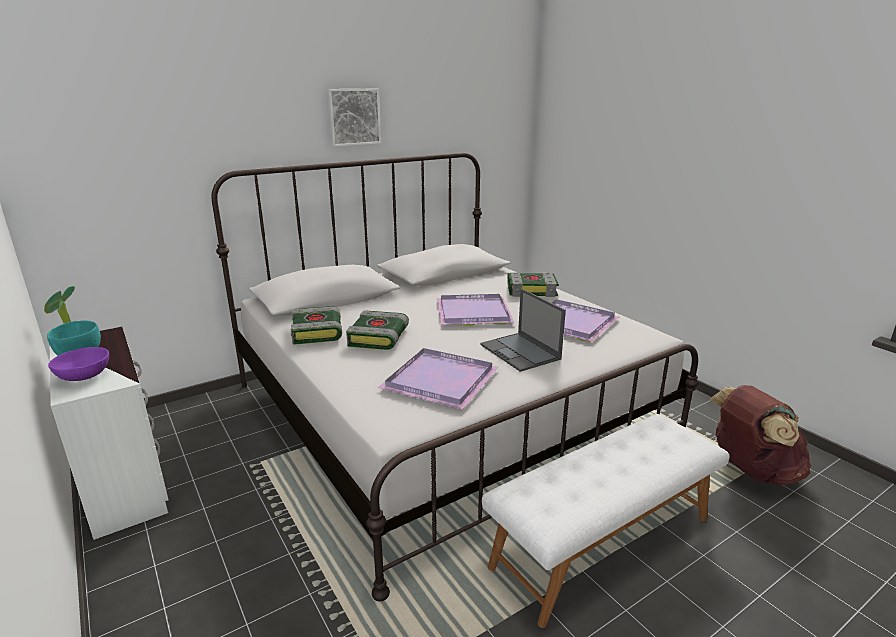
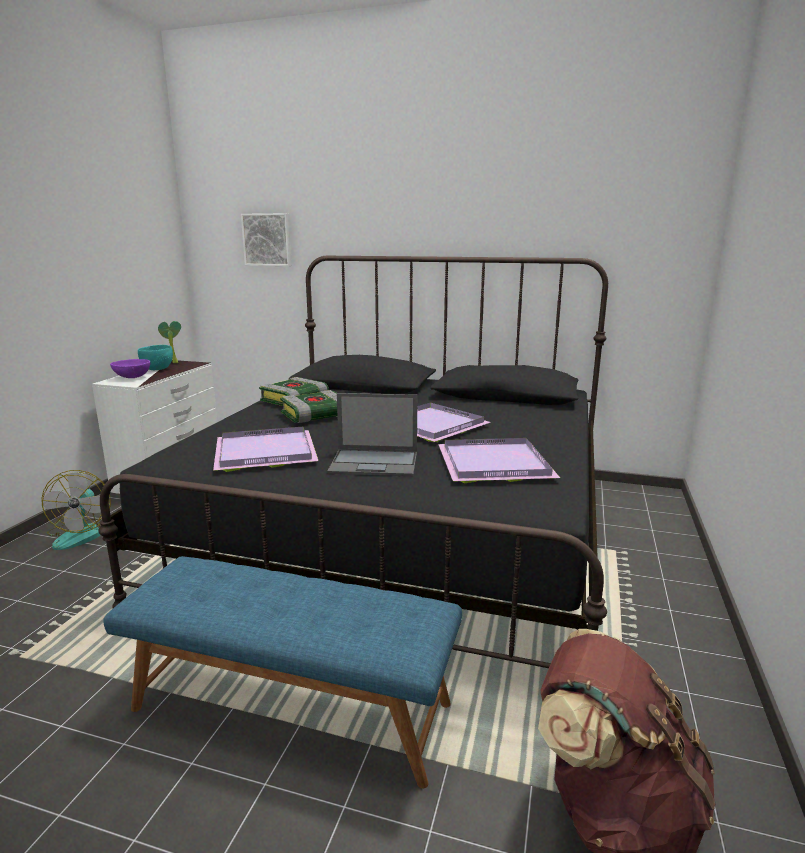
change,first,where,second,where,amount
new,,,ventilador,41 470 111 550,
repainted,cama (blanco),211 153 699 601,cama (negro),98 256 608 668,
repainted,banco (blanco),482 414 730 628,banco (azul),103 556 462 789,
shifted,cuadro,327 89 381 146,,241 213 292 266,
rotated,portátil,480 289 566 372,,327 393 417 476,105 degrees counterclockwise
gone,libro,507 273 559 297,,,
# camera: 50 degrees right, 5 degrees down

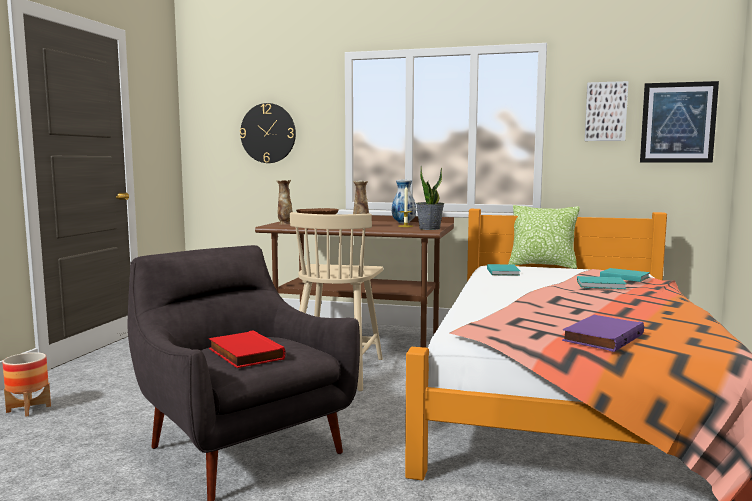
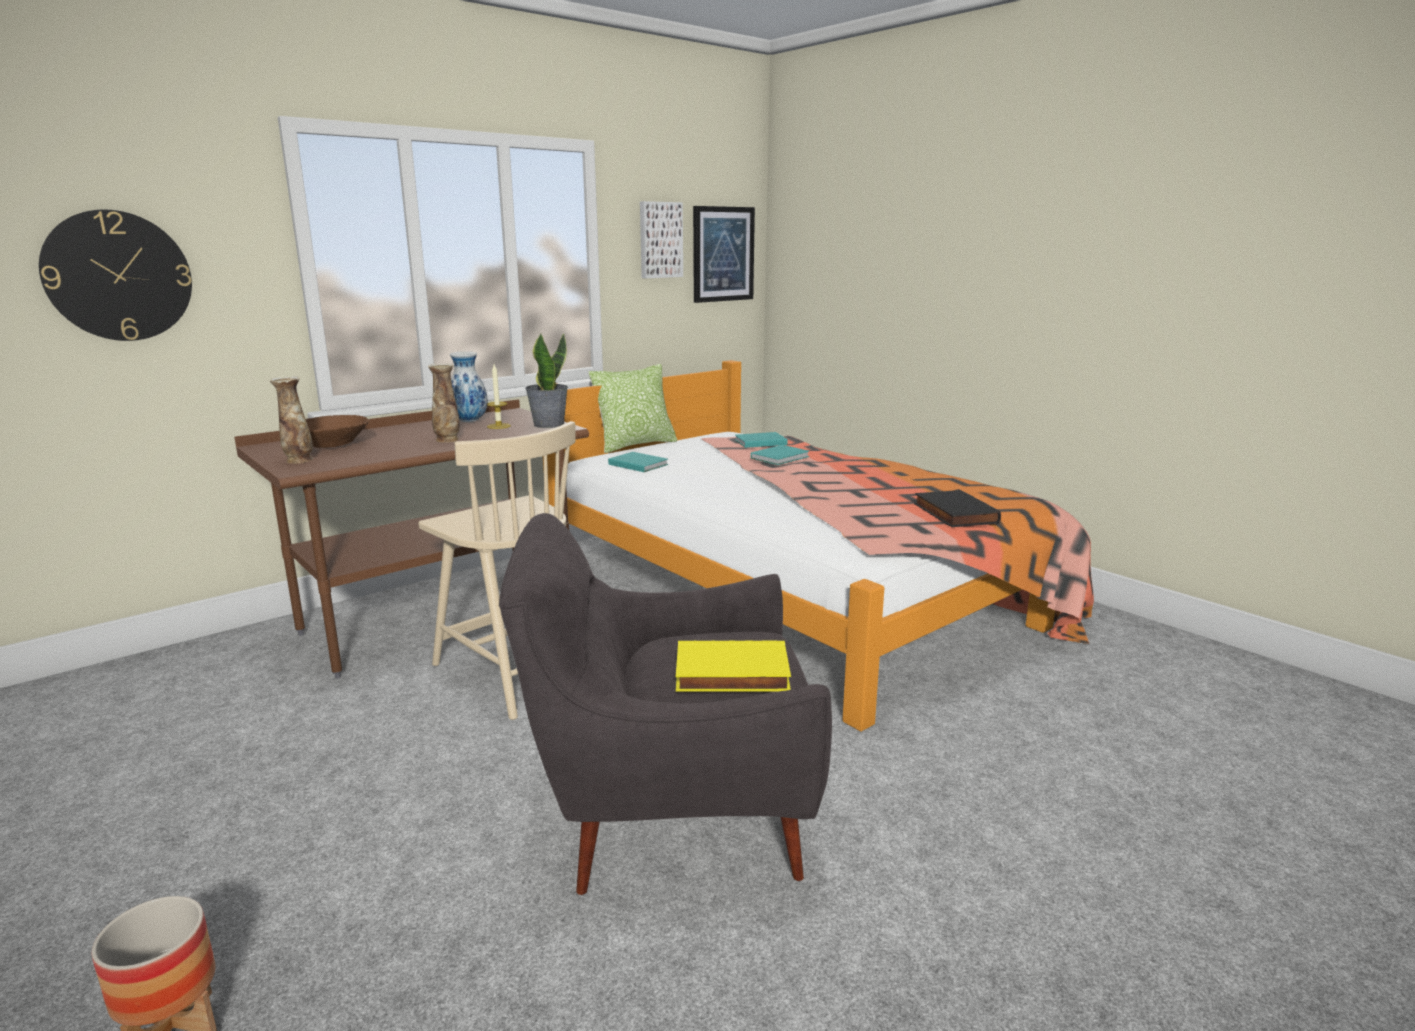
change,first,where,second,where,amount
repainted,libro (rojo),209 330 286 368,libro (amarillo),676 641 791 692,
repainted,libro (morado),562 315 644 352,libro (negro),914 489 1001 527,
# camera: 55 degrees left, 10 degrees up

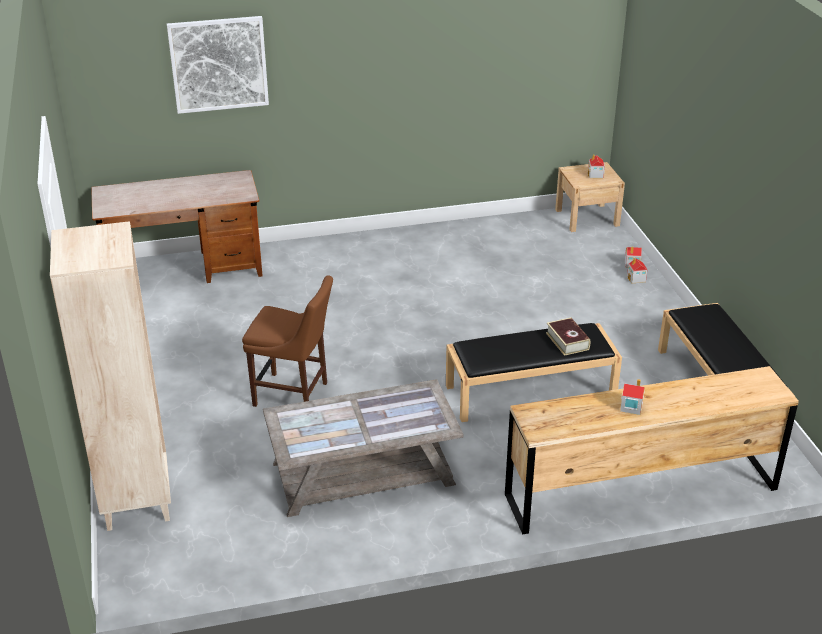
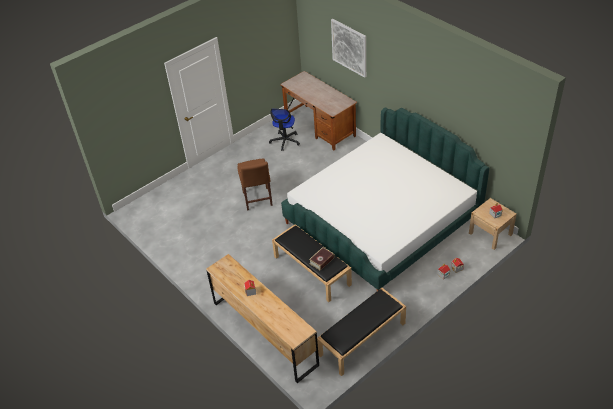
change,first,where,second,where,amount
new,,,silla de oficina,269 109 300 151,
new,,,cama,281 108 489 291,
gone,estantería (beis),50 221 171 531,,,
gone,mesa de centro,263 379 464 517,,,
# camera: 65 degrees right, 10 degrees up

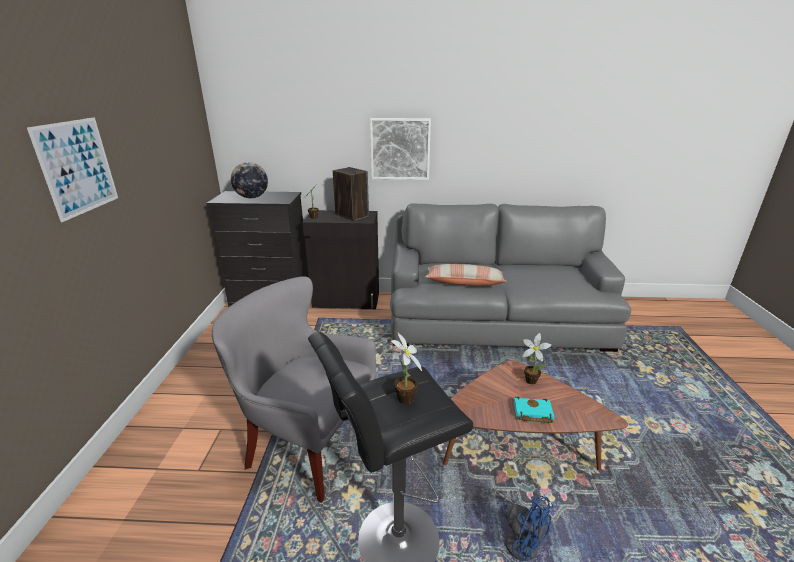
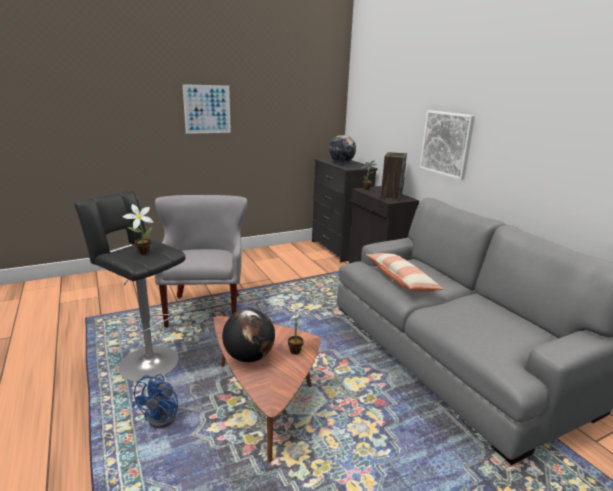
change,first,where,second,where,amount
swapped,libro (turquesa),514 397 554 423,globo terráqueo,222 308 275 362,
# camera: 60 degrees right, 5 degrees down

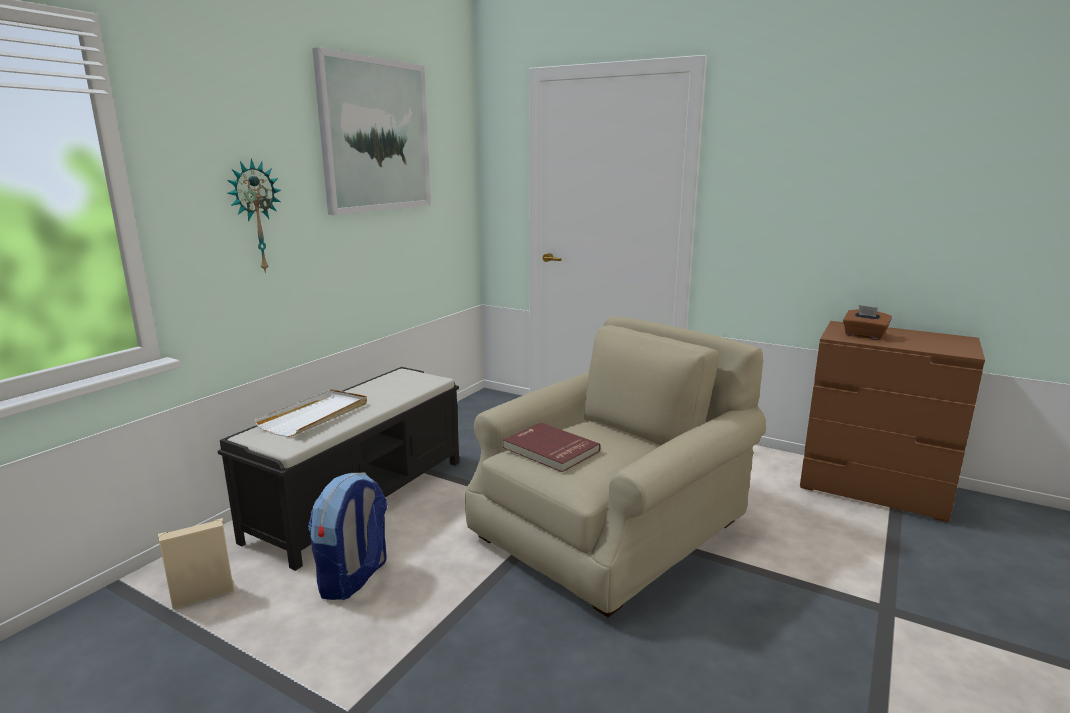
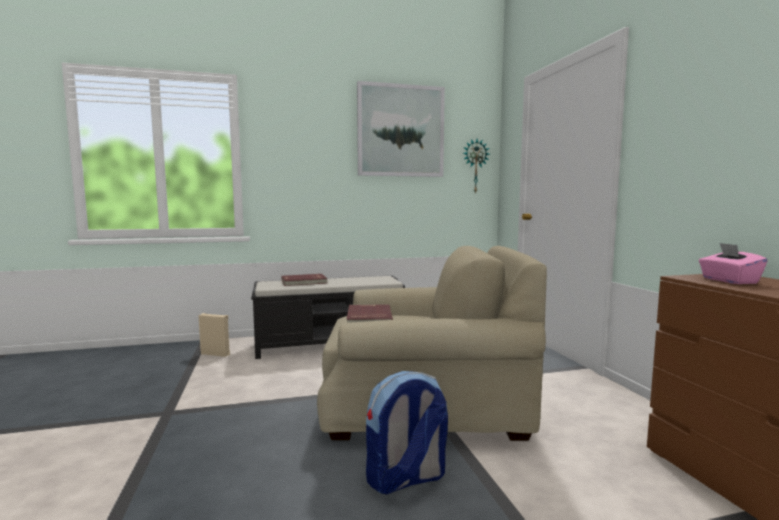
change,first,where,second,where,amount
swapped,bandeja (blanco),254 389 367 437,libro (rojo),281 274 328 286,
shifted,mochila,308 473 387 600,,366 371 448 494,
shifted,reloj de pared,227 158 281 273,,463 139 489 194,
repainted,caja de pañuelos (marrón),843 305 892 340,caja de pañuelos (rosa),699 243 768 284,
# camera: 45 degrees right, 10 degrees down

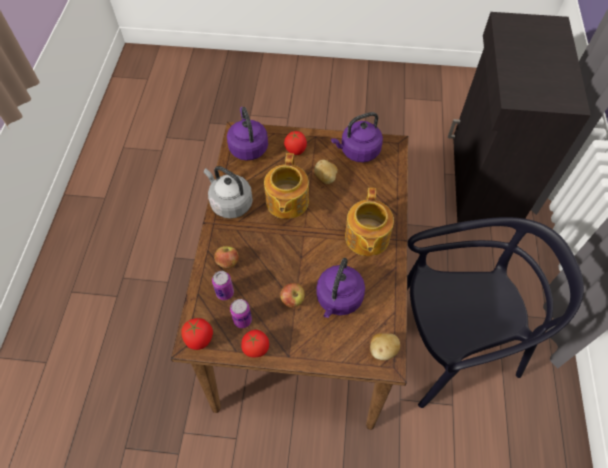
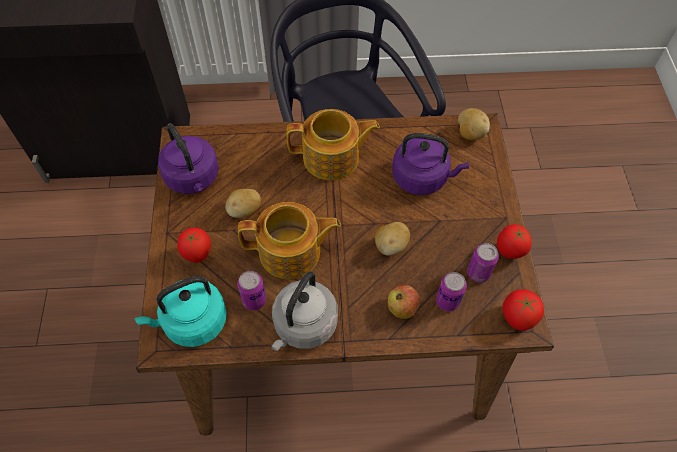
change,first,where,second,where,amount
repainted,hervidor (morado),227 107 268 161,hervidor (turquesa),134 276 227 347,
new,,,lata,237 271 266 310,
new,,,patata,375 222 410 256,
gone,manzana,280 283 305 308,,,
# camera: 100 degrees left, 0 degrees up

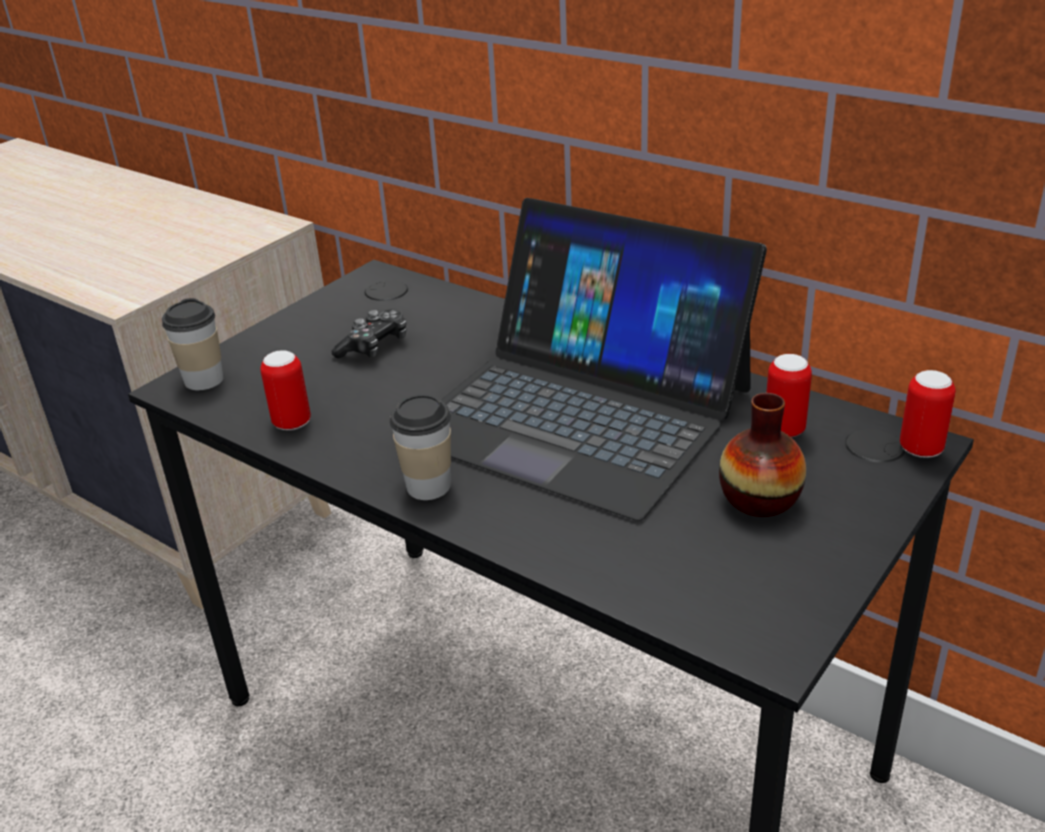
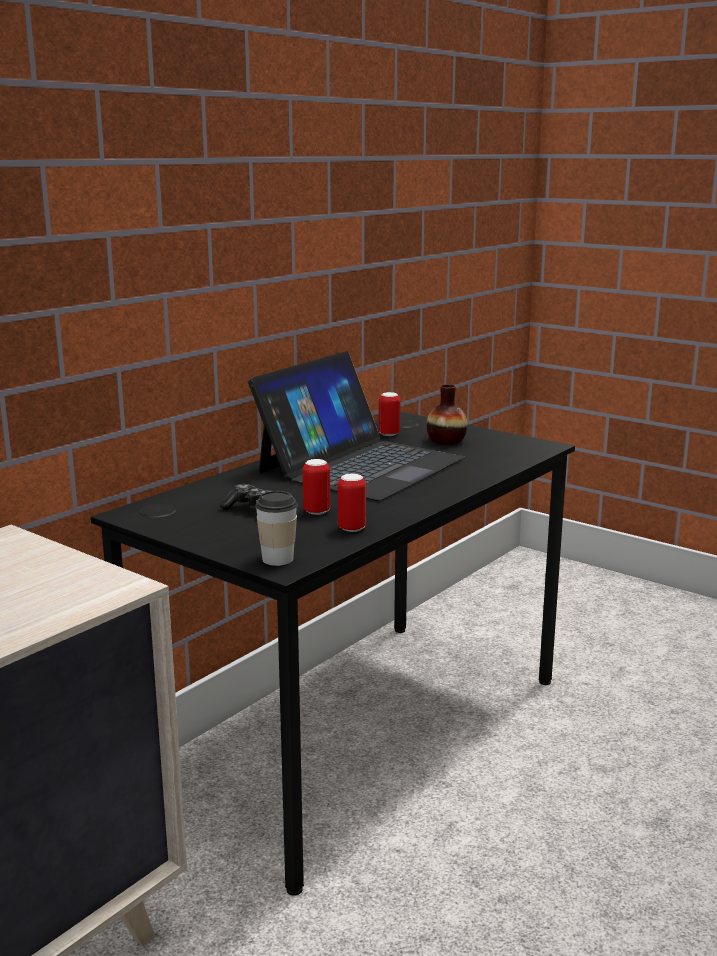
change,first,where,second,where,amount
shifted,lata,900 370 956 458,,303 459 330 515,
gone,taza,389 394 451 500,,,
# camera: 90 degrees left, 15 degrees down

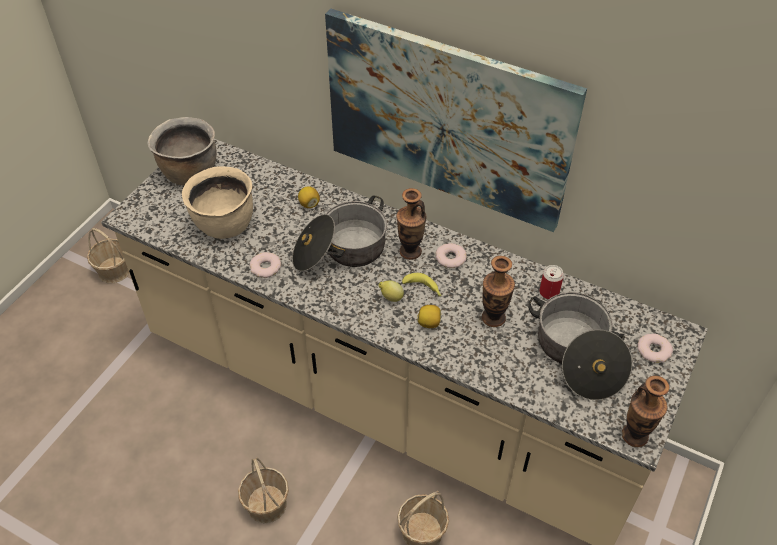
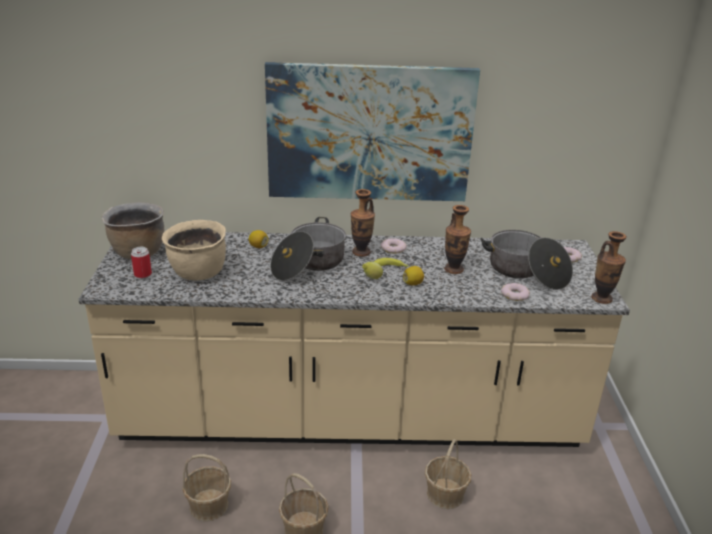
change,first,where,second,where,amount
shifted,lata,539 265 564 299,,131 247 152 278,
shifted,cesta,87 228 130 283,,182 454 231 521,
shifted,rosquilla,249 252 281 278,,501 283 530 301,
# camera: 30 degrees left, 20 degrees down

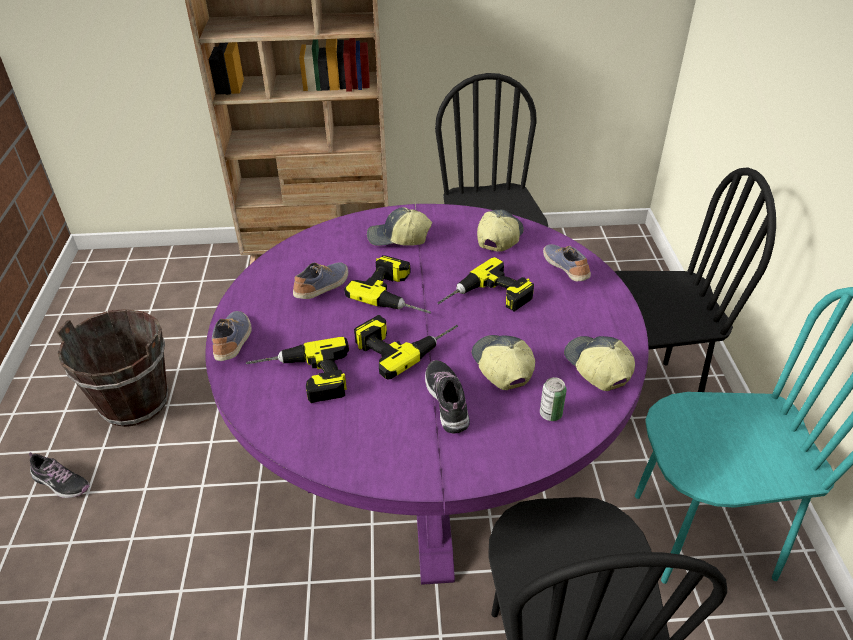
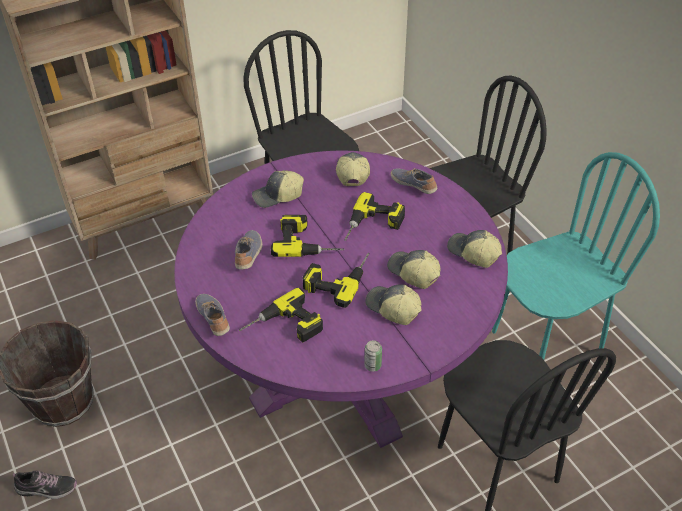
change,first,where,second,where,amount
shifted,lata,540 377 567 421,,364 340 382 372,
swapped,zapato,425 360 470 434,gorra,365 284 422 325,
# camera: 25 degrees left, 5 degrees up

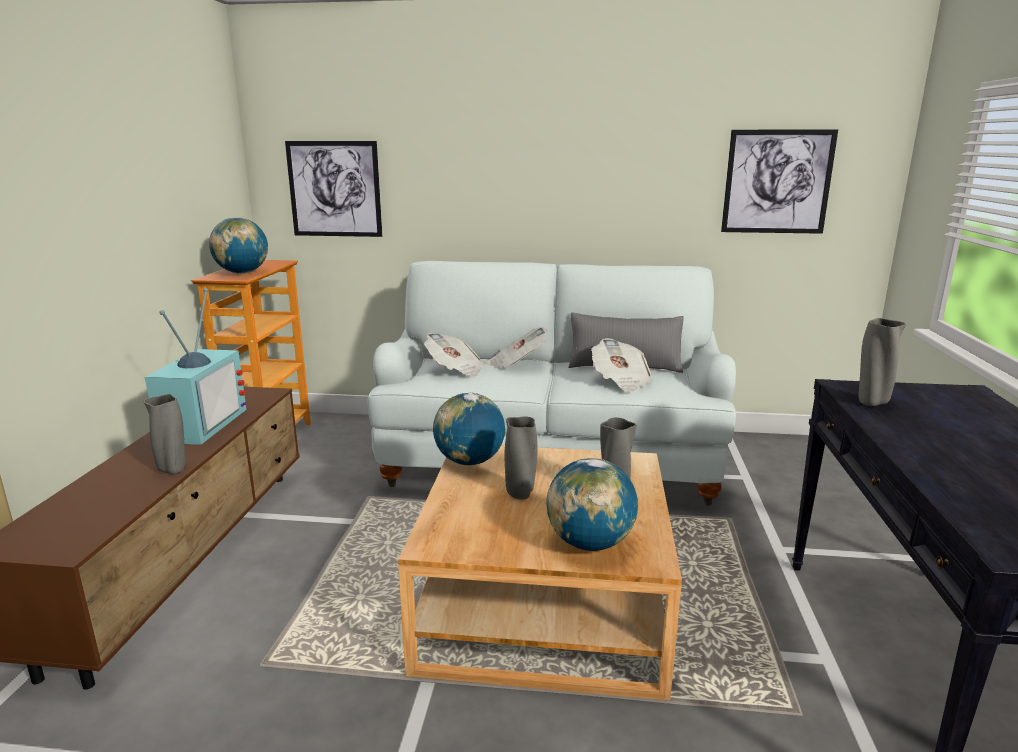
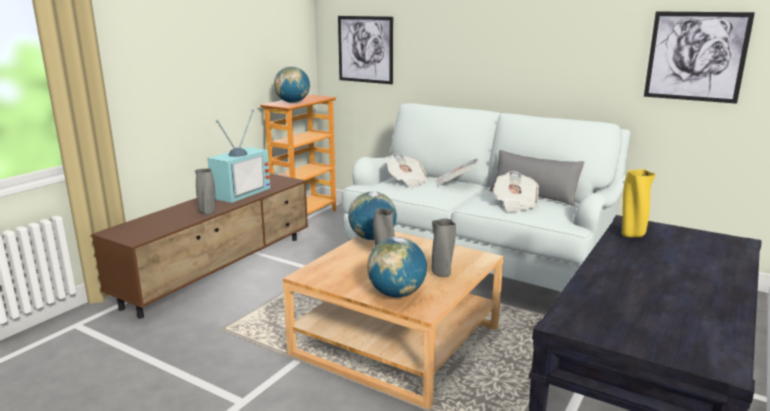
change,first,where,second,where,amount
repainted,florero (gris),859 318 906 406,florero (amarillo),622 169 656 237,
# camera: 25 degrees right, 0 degrees up

